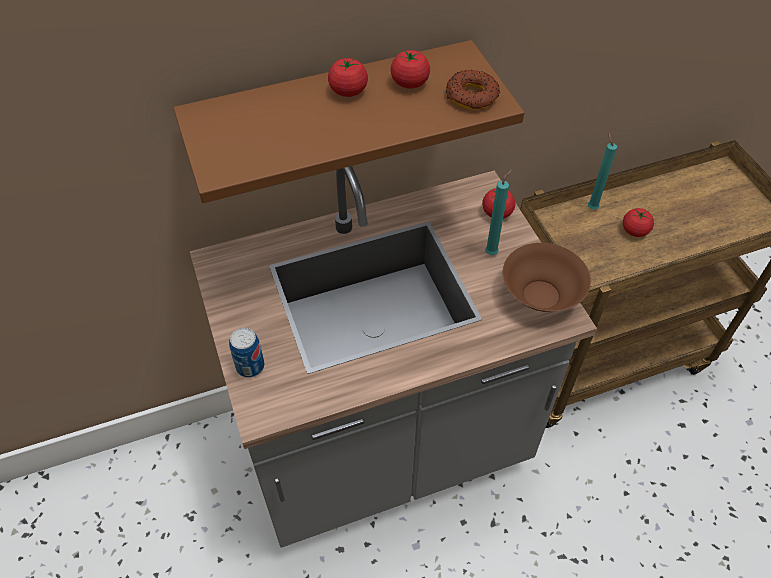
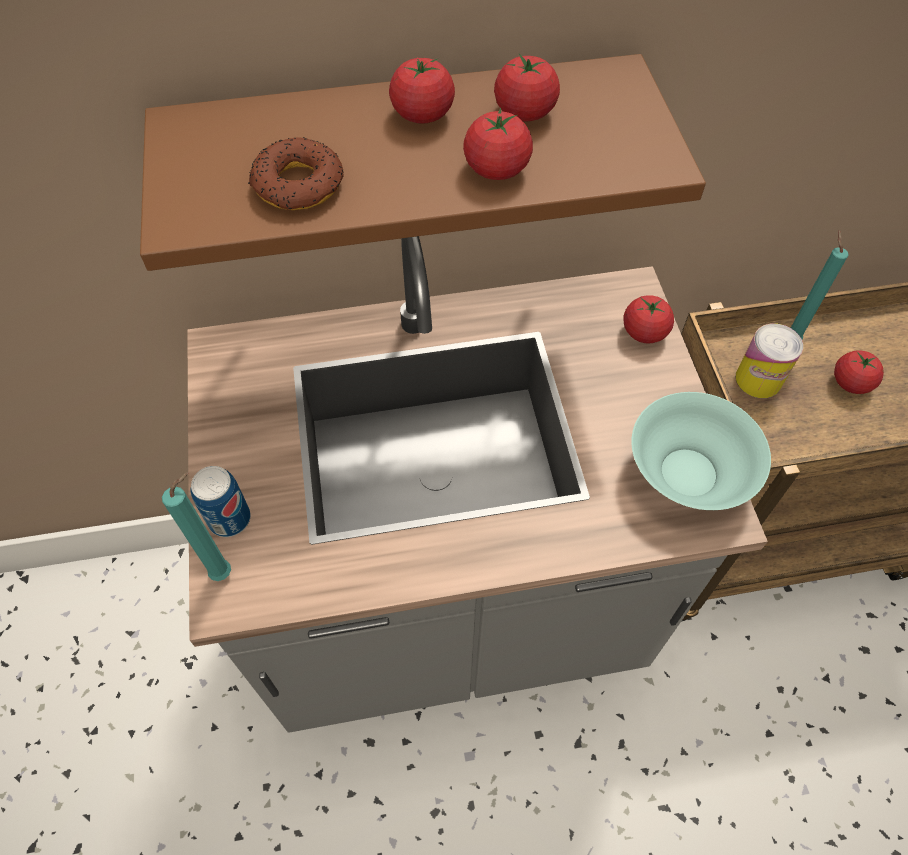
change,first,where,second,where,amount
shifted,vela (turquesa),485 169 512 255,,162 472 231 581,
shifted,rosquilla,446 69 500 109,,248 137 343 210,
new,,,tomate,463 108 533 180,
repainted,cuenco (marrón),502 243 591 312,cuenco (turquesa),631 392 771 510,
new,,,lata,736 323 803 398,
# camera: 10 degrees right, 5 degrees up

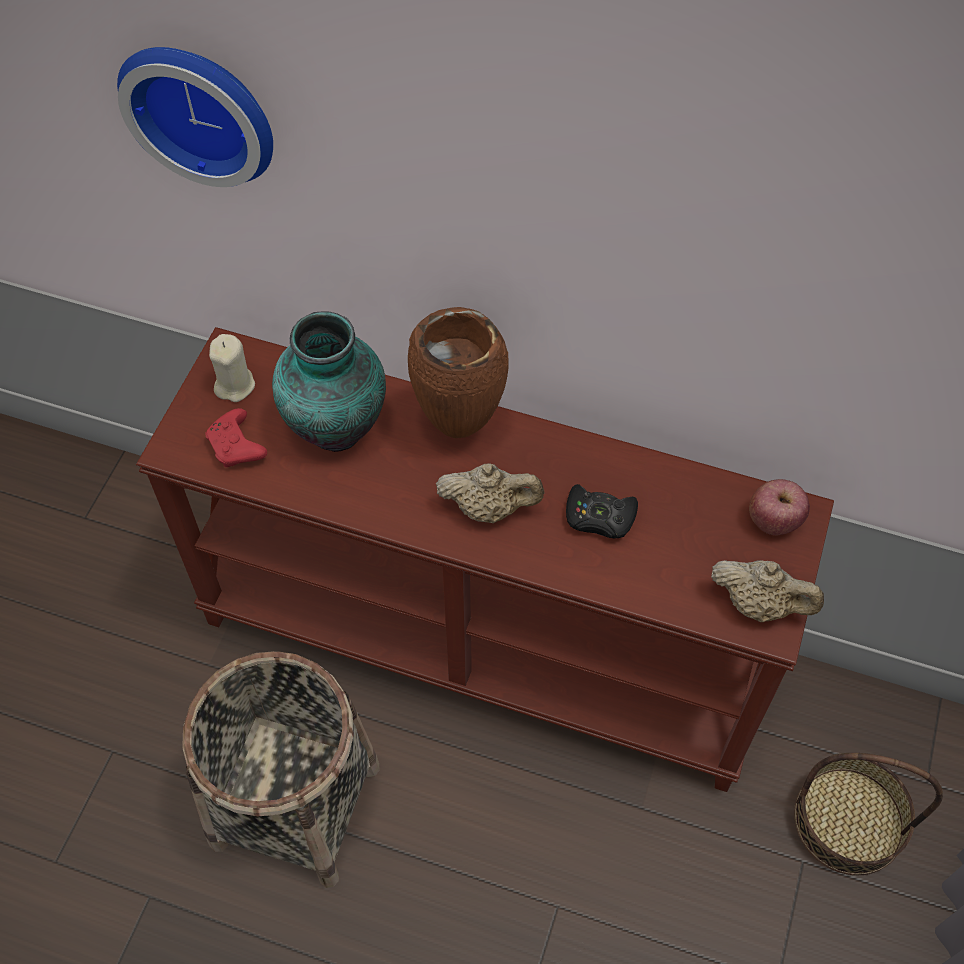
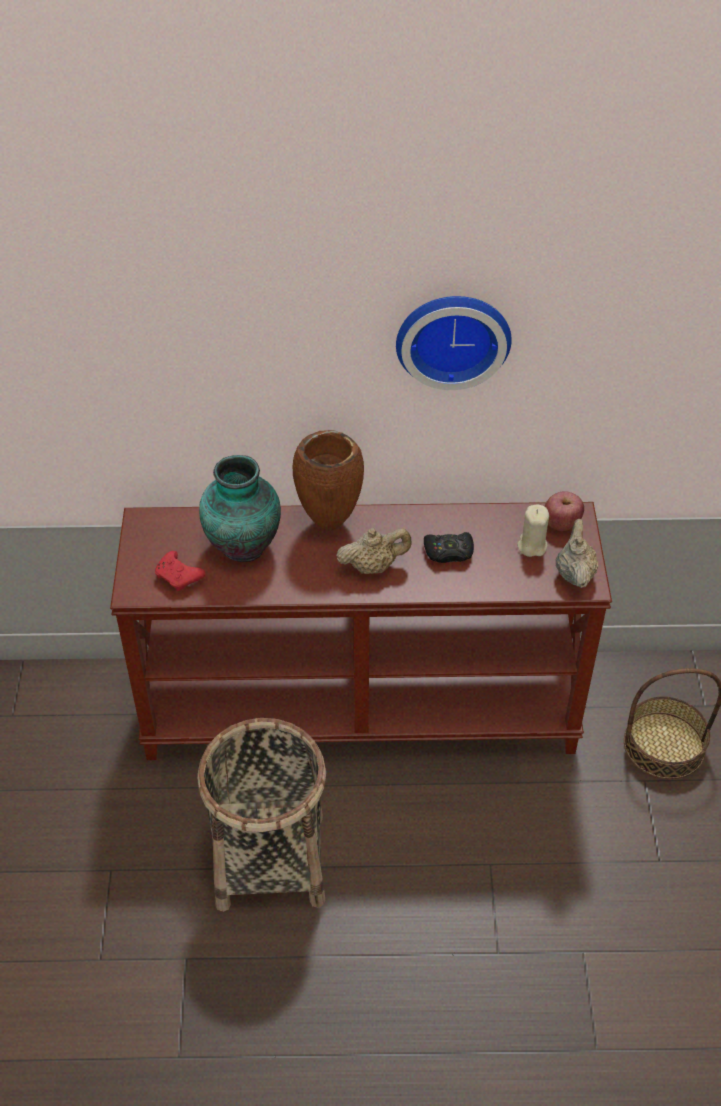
change,first,where,second,where,amount
shifted,reloj de pared,117 47 273 187,,396 296 512 390,
shifted,vela (beis),209 334 255 402,,517 505 549 557,
rotated,tetera (beis),711 560 824 622,,556 519 599 588,90 degrees counterclockwise
# camera: 20 degrees left, 10 degrees down

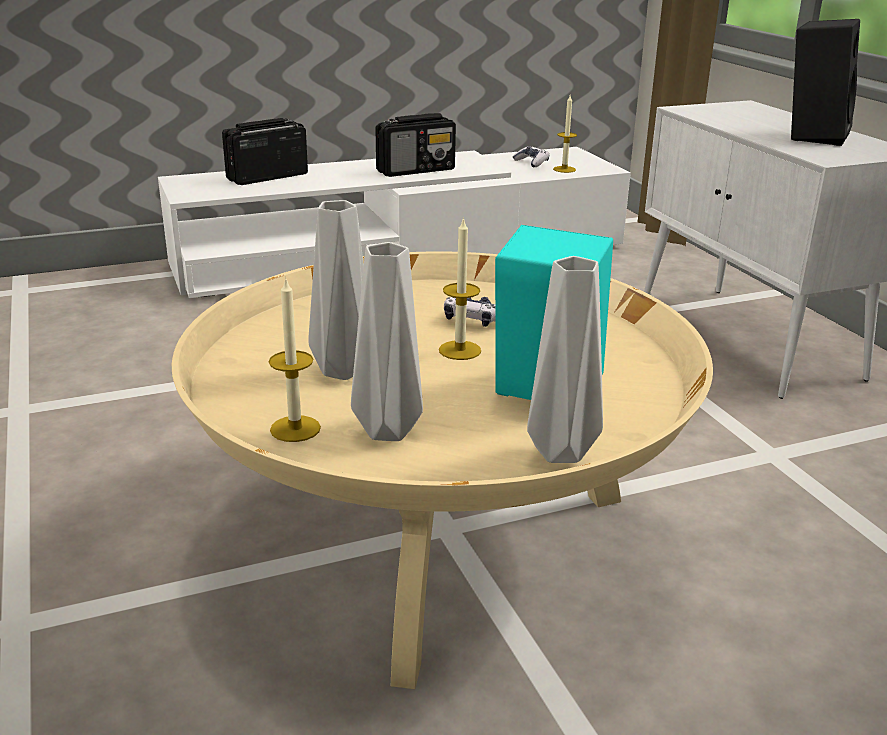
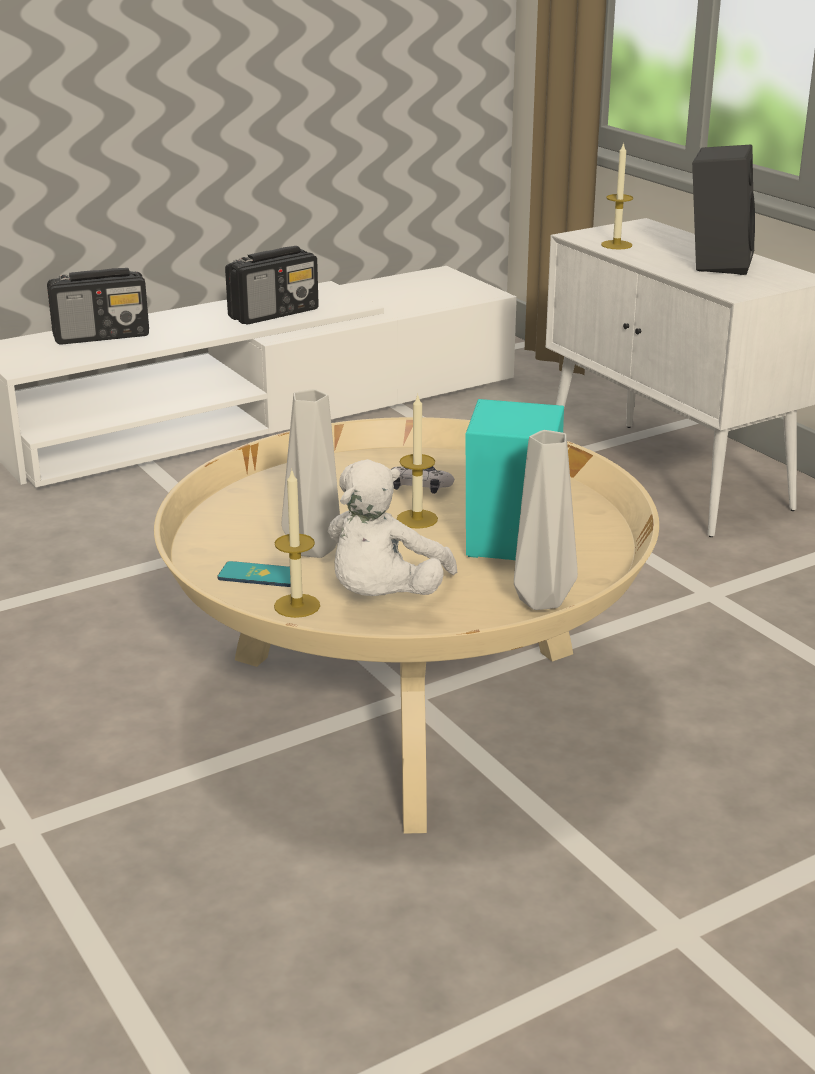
change,first,where,second,where,amount
rotated,radio,222 118 308 185,,47 268 149 345,150 degrees counterclockwise
new,,,móvil,217 561 291 587,
swapped,florero (gris),351 242 423 441,peluche (blanco),328 459 457 596,
shifted,vela,553 95 577 173,,601 142 633 249,
gone,mando de consola,513 146 549 167,,,
# camera: 10 degrees left, 0 degrees up

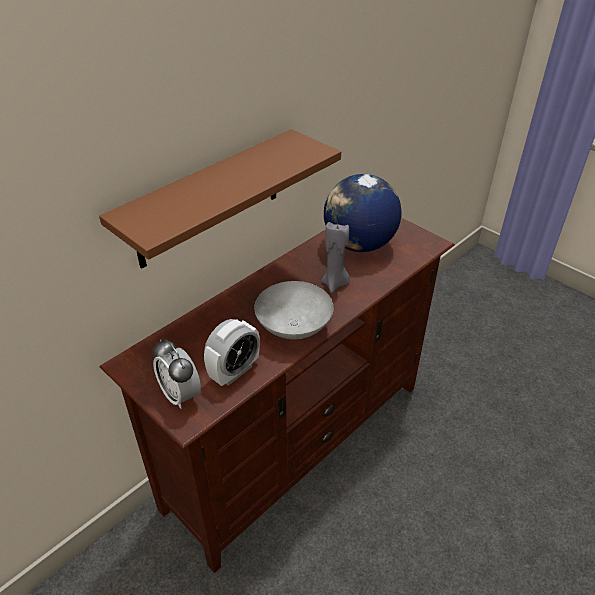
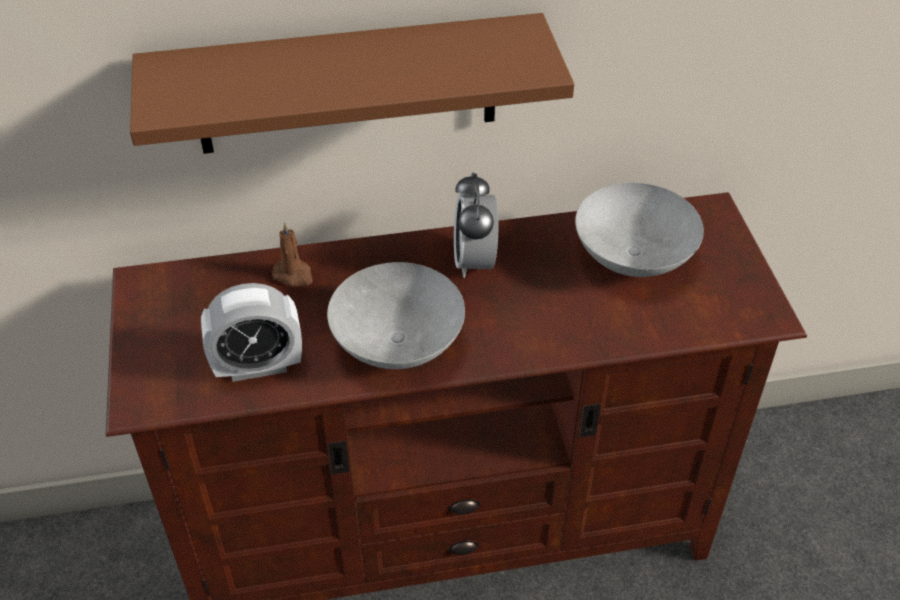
change,first,where,second,where,amount
new,,,vela (marrón),272 222 313 286,
shifted,despertador,152 339 201 409,,454 172 498 278,
swapped,globo terráqueo,324 174 402 252,cuenco (gris),575 183 704 277,
gone,vela (gris),321 222 350 293,,,
# camera: 35 degrees right, 5 degrees up

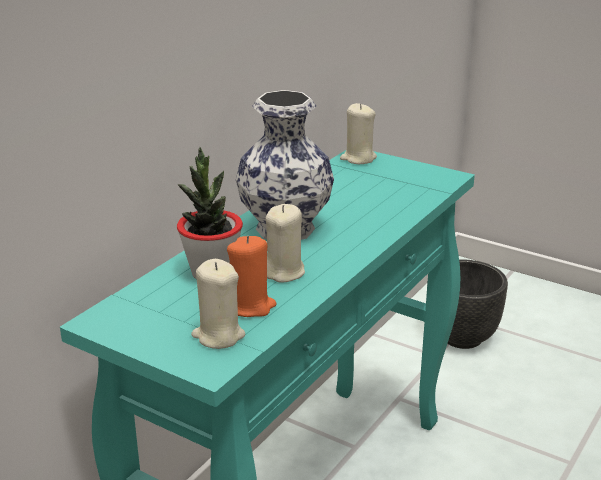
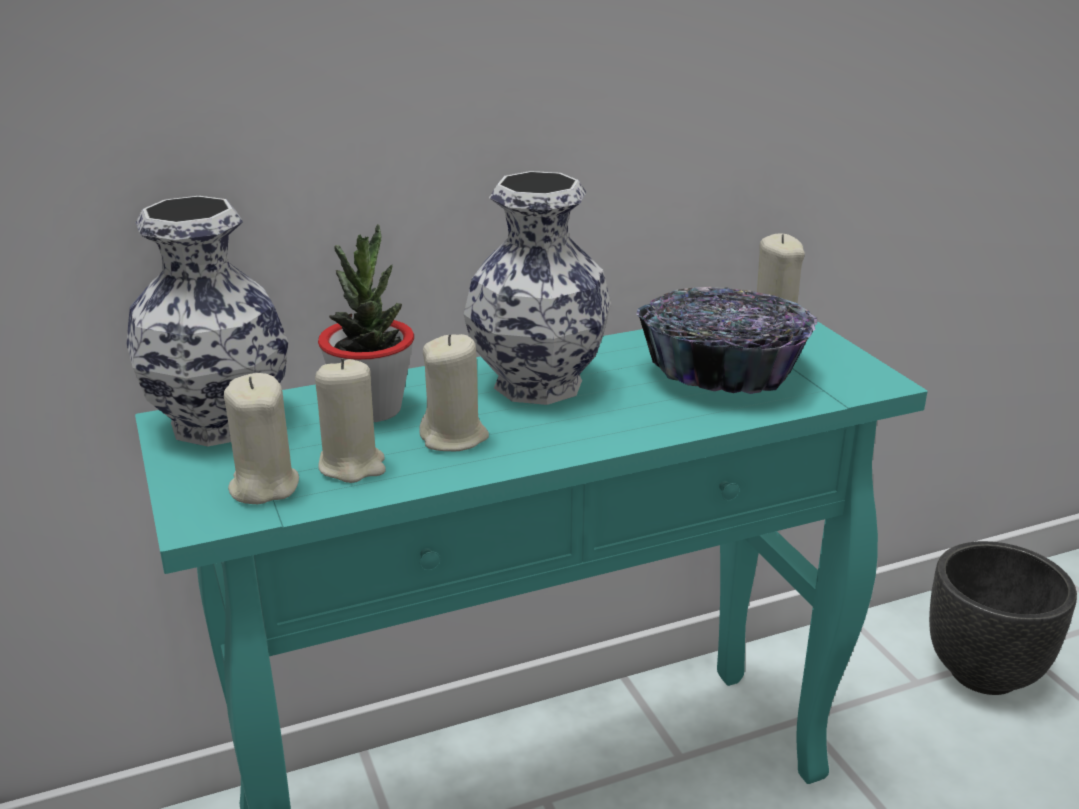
change,first,where,second,where,amount
new,,,florero,126 196 288 447,
repainted,vela (naranja),227 236 277 317,vela (beis),315 358 386 483,
new,,,cuenco,636 287 818 394,
# camera: 35 degrees right, 0 degrees up

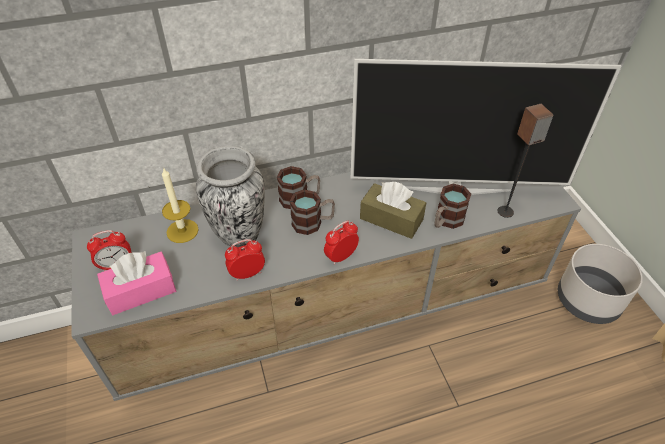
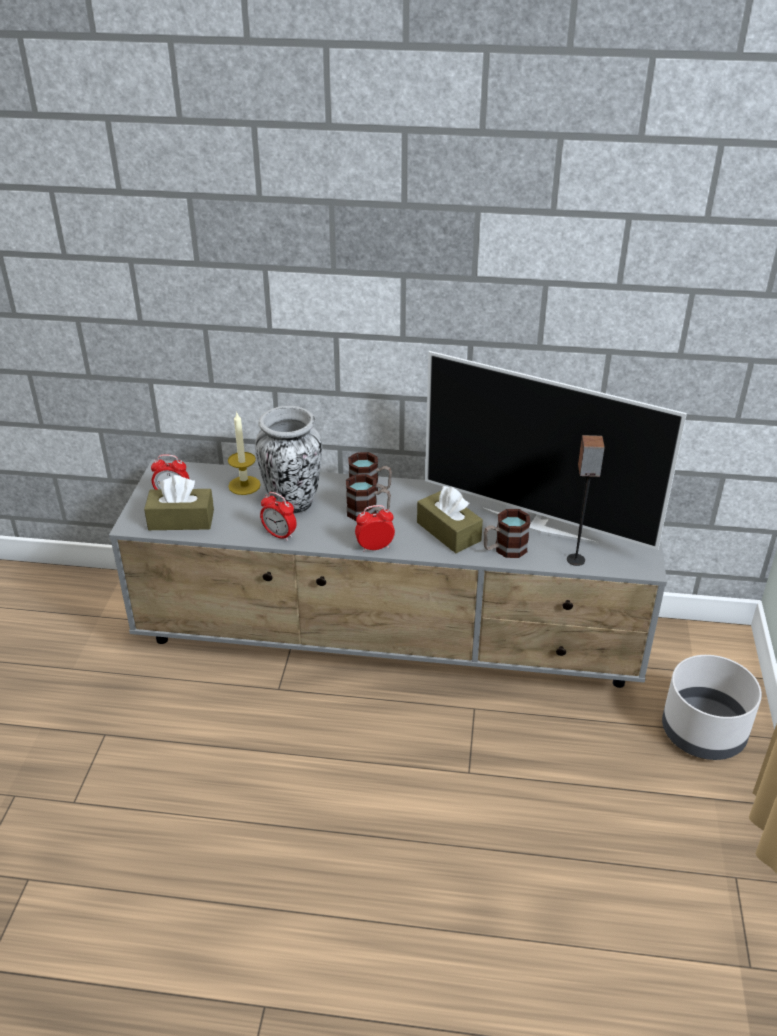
change,first,where,second,where,amount
repainted,caja de pañuelos (rosa),97 251 176 315,caja de pañuelos (marrón),144 475 214 530,
rotated,despertador,225 239 265 281,,260 492 296 541,150 degrees counterclockwise
# camera: 25 degrees right, 10 degrees down

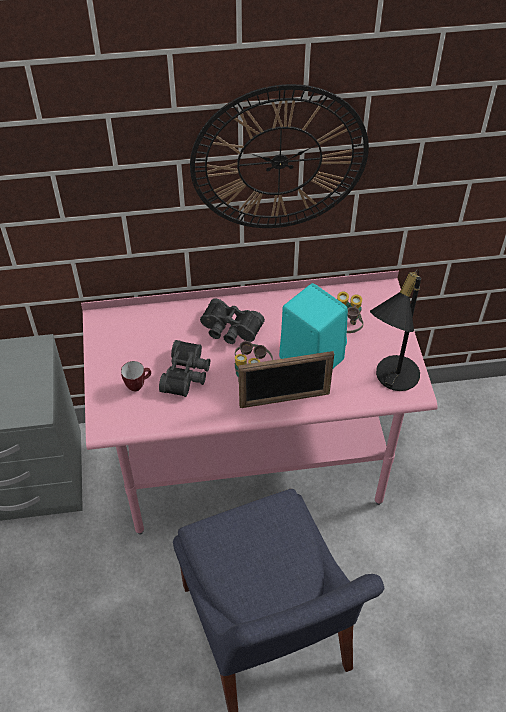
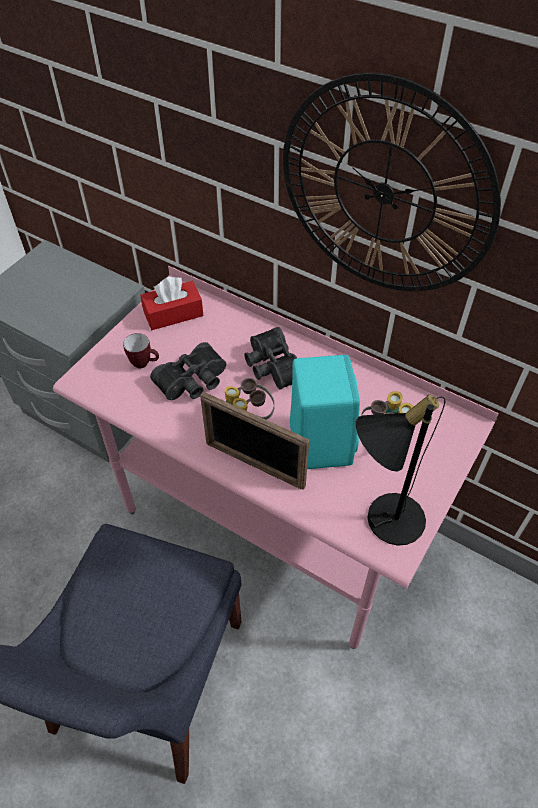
change,first,where,second,where,amount
new,,,caja de pañuelos (rojo),140 277 203 330,
# camera: 40 degrees right, 0 degrees up

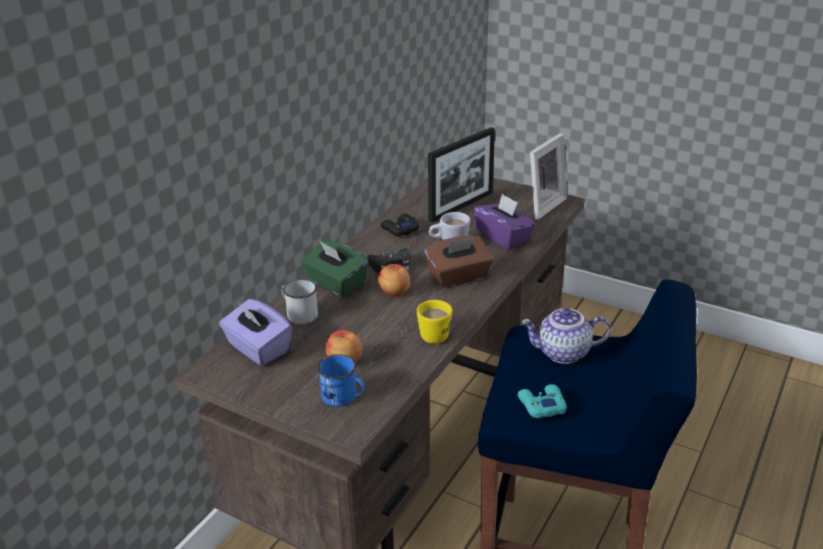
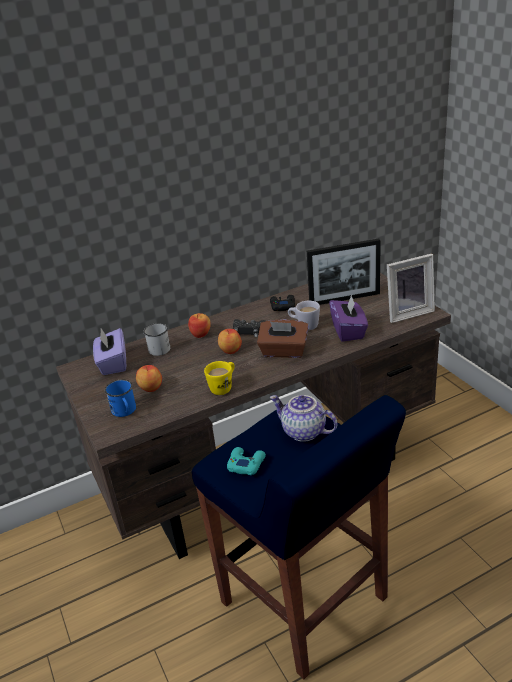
change,first,where,second,where,amount
swapped,caja de pañuelos (verde),301 240 369 297,manzana,188 313 211 338,
# camera: 35 degrees right, 0 degrees up

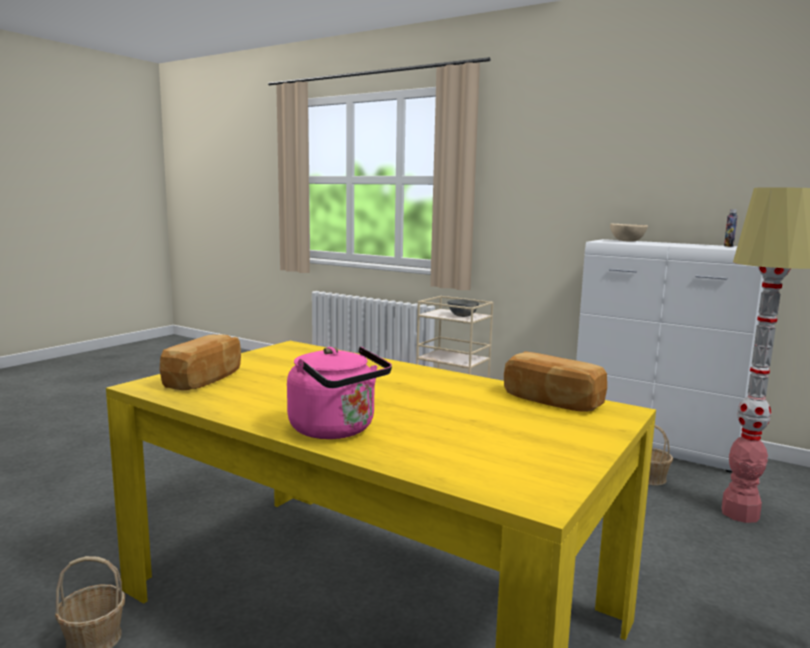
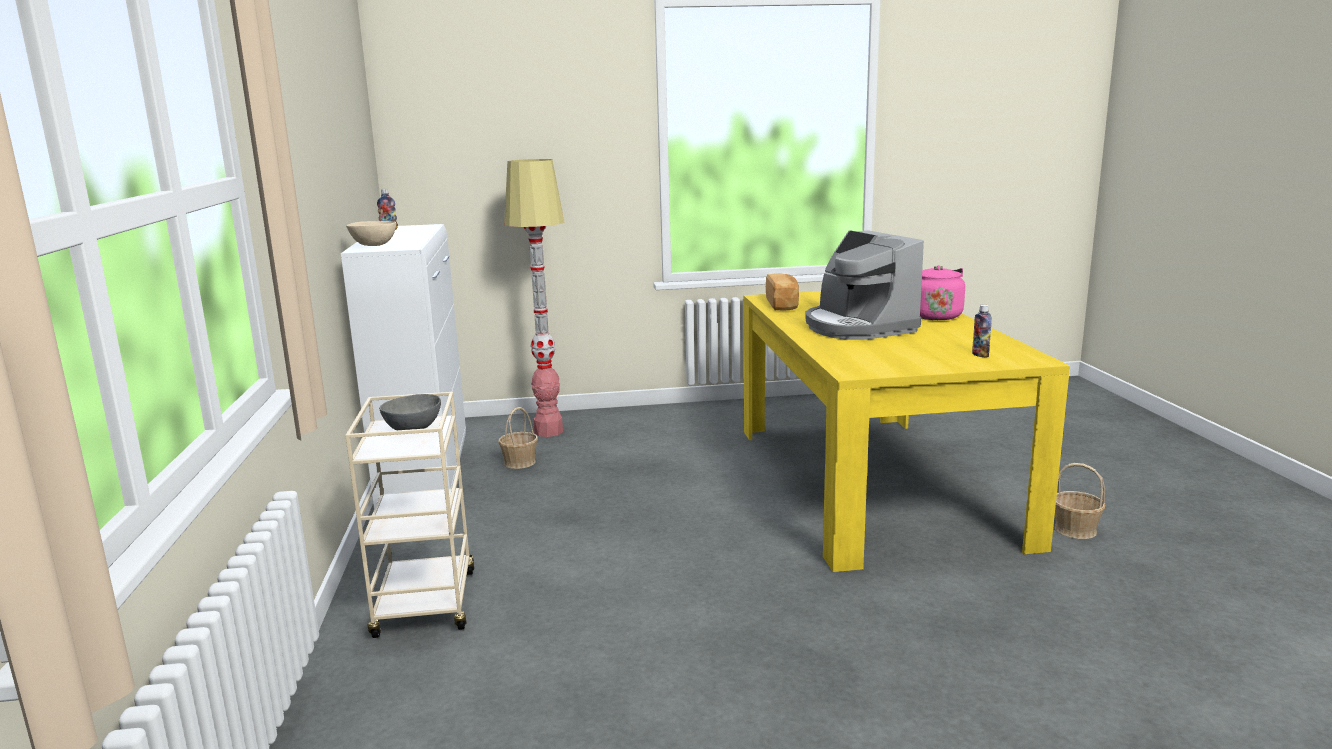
change,first,where,second,where,amount
new,,,cafetera,805 230 924 340,
swapped,pan,159 334 241 390,botella,972 305 992 358,
# camera: 130 degrees left, 5 degrees up

